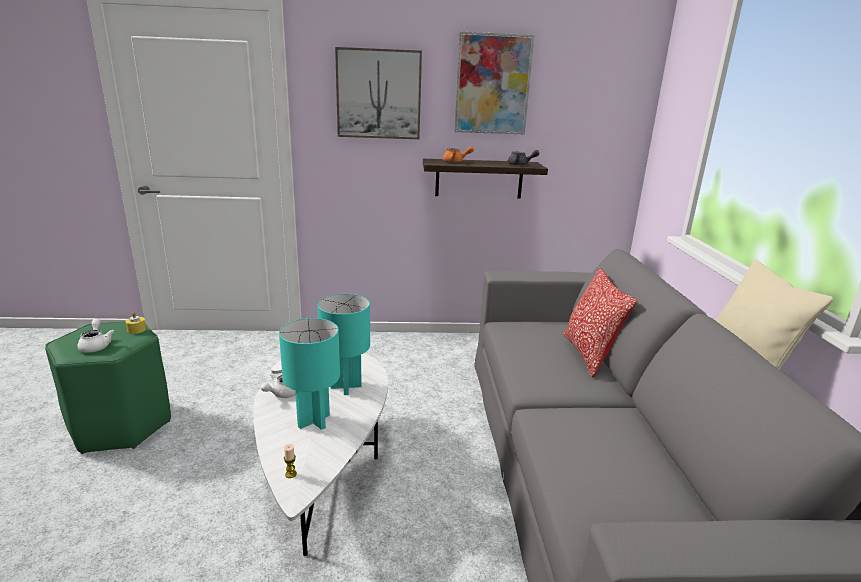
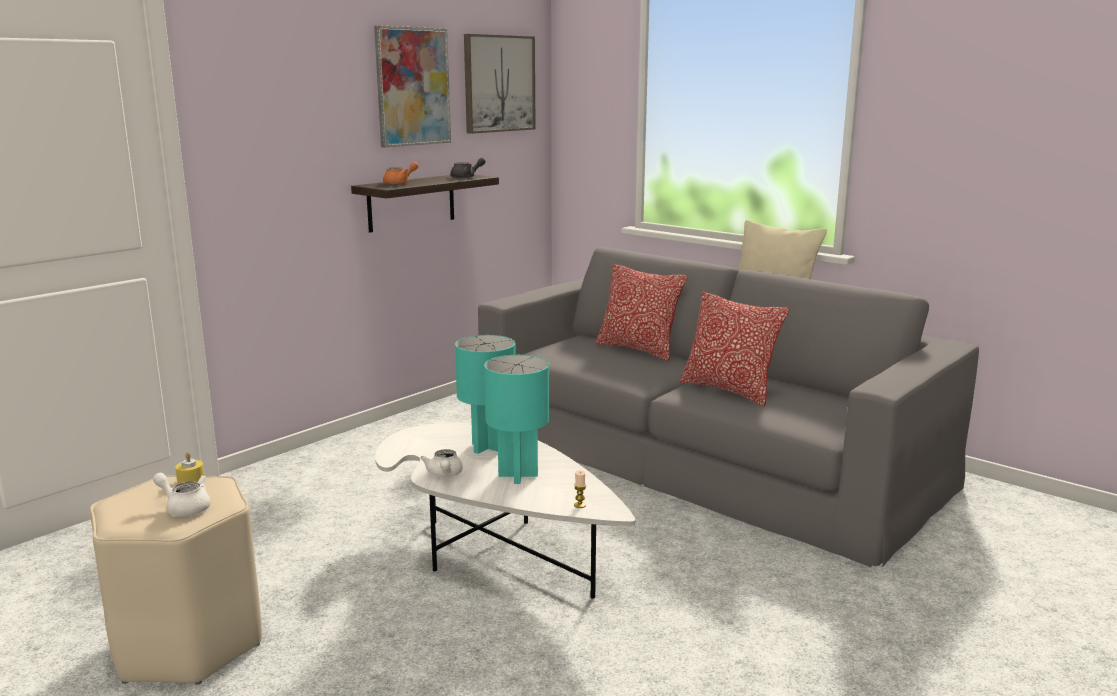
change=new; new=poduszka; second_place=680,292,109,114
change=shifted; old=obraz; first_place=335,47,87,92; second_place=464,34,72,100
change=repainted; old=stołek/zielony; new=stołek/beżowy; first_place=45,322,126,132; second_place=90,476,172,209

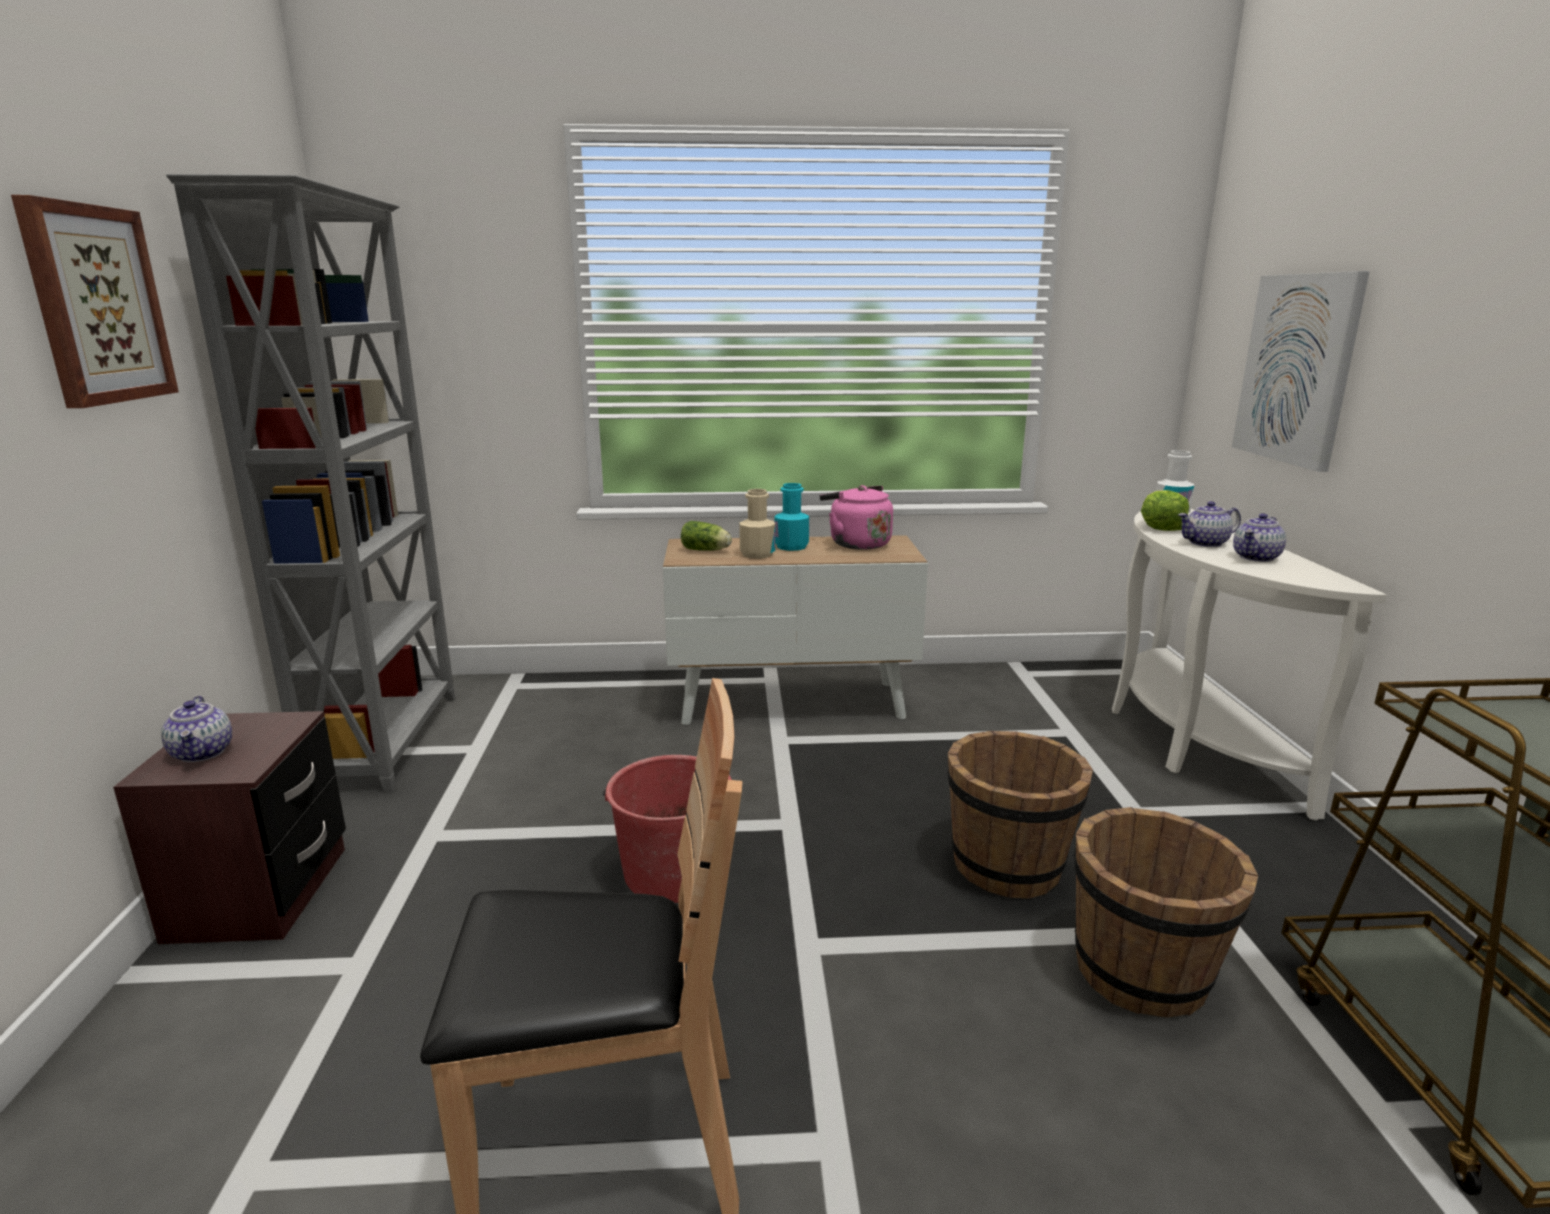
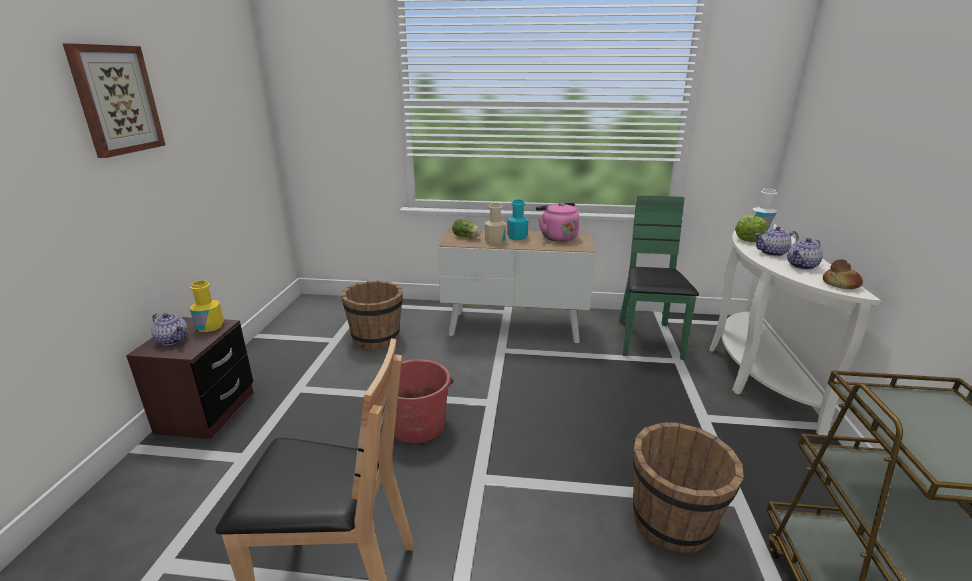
change=gone; old=regał/szary; first_place=166,174,289,618
change=gone; old=obraz; first_place=1232,271,138,201
change=new; new=butelka/żółty; second_place=190,280,34,52
change=new; new=krzesło/zielony; second_place=619,196,80,164
change=new; new=chleb; second_place=823,259,40,30
change=shifted; old=wiadro/brązowy; first_place=947,731,146,168; second_place=341,281,62,69
change=rotated; old=imbryk; first_place=161,696,71,66; second_place=151,313,37,32; degrees=-45

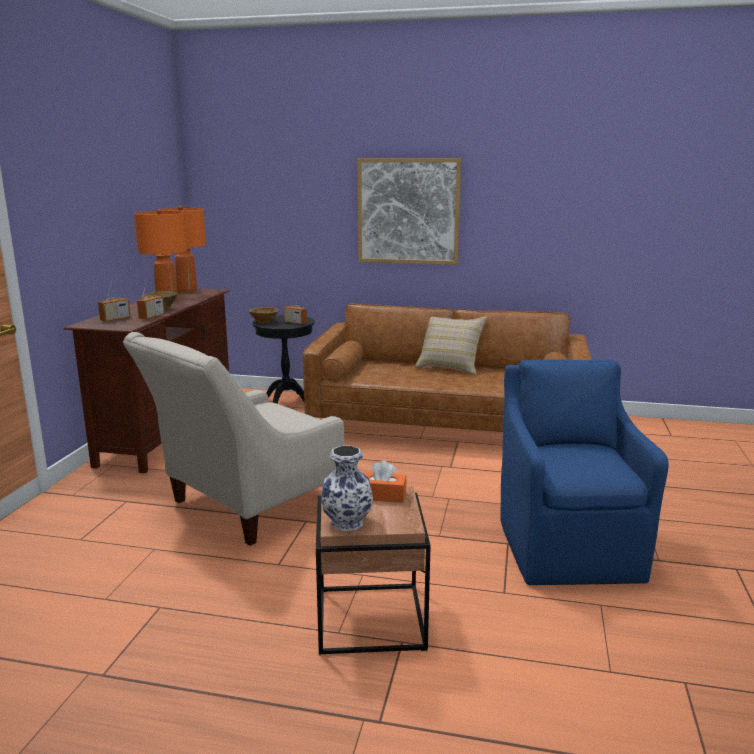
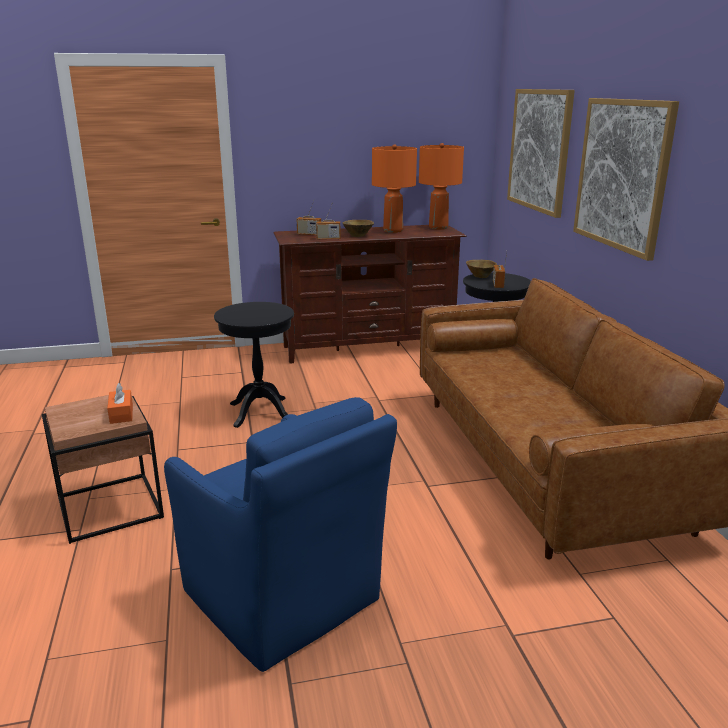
change=gone; old=wazon; first_place=321,446,52,85
change=gone; old=poduszka/beżowy; first_place=415,316,72,59
change=new; new=obraz; second_place=507,89,68,129
change=swapped; old=fotel/beżowy; new=stolik/czarny; first_place=123,332,221,214; second_place=214,302,80,126
change=rotated; old=fotel/niebieski; first_place=501,359,168,226; second_place=164,397,233,275; degrees=75

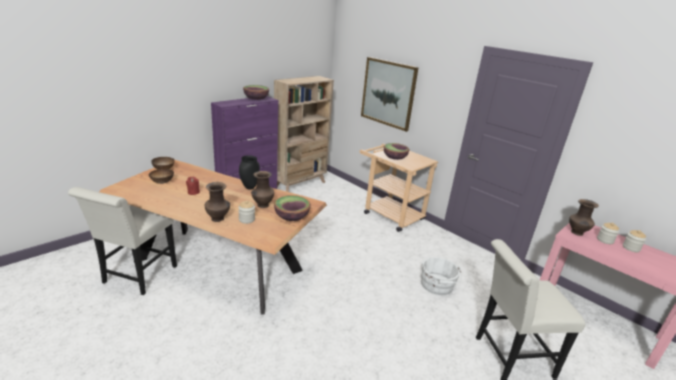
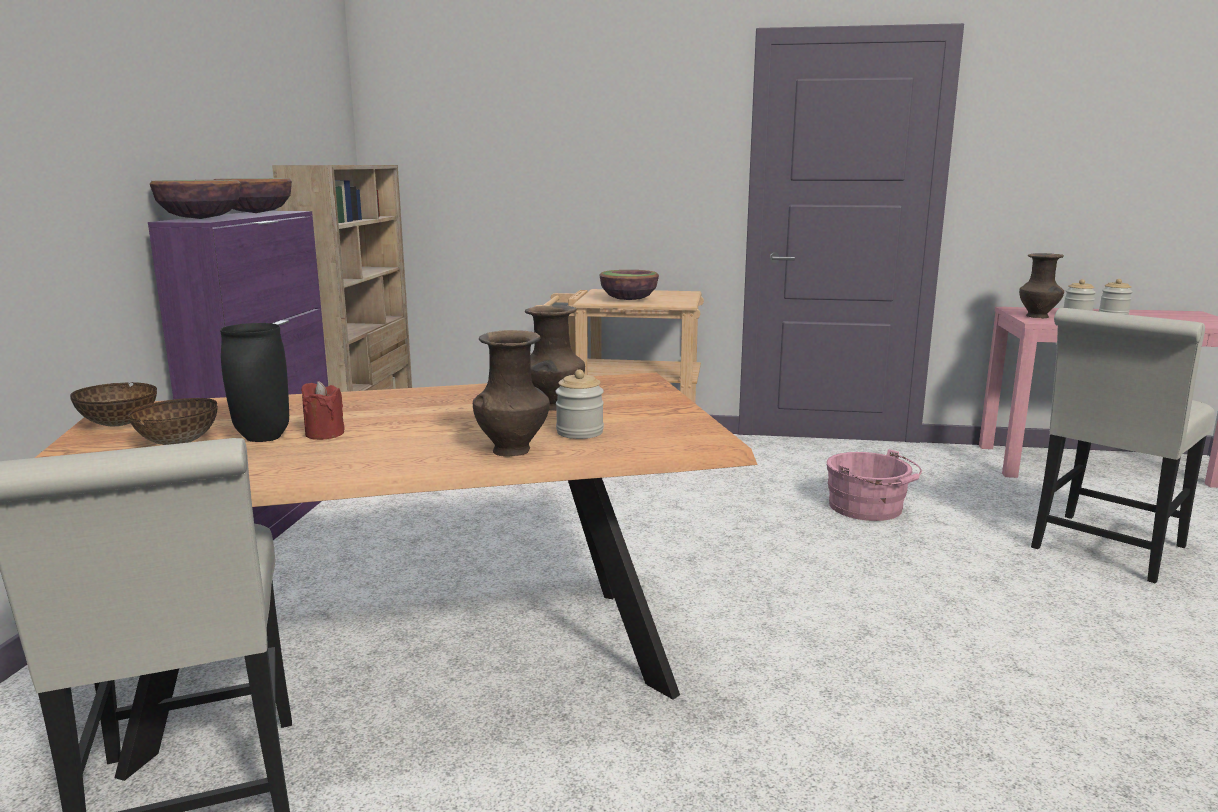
change=gone; old=obraz; first_place=361,57,58,75
change=shifted; old=wazon/czarny; first_place=239,155,21,35; second_place=220,323,69,119
change=shifted; old=miska; first_place=274,195,37,26; second_place=150,180,91,39
change=repainted; old=wiadro/biały; new=wiadro/różowy; first_place=421,257,41,38; second_place=826,449,96,72

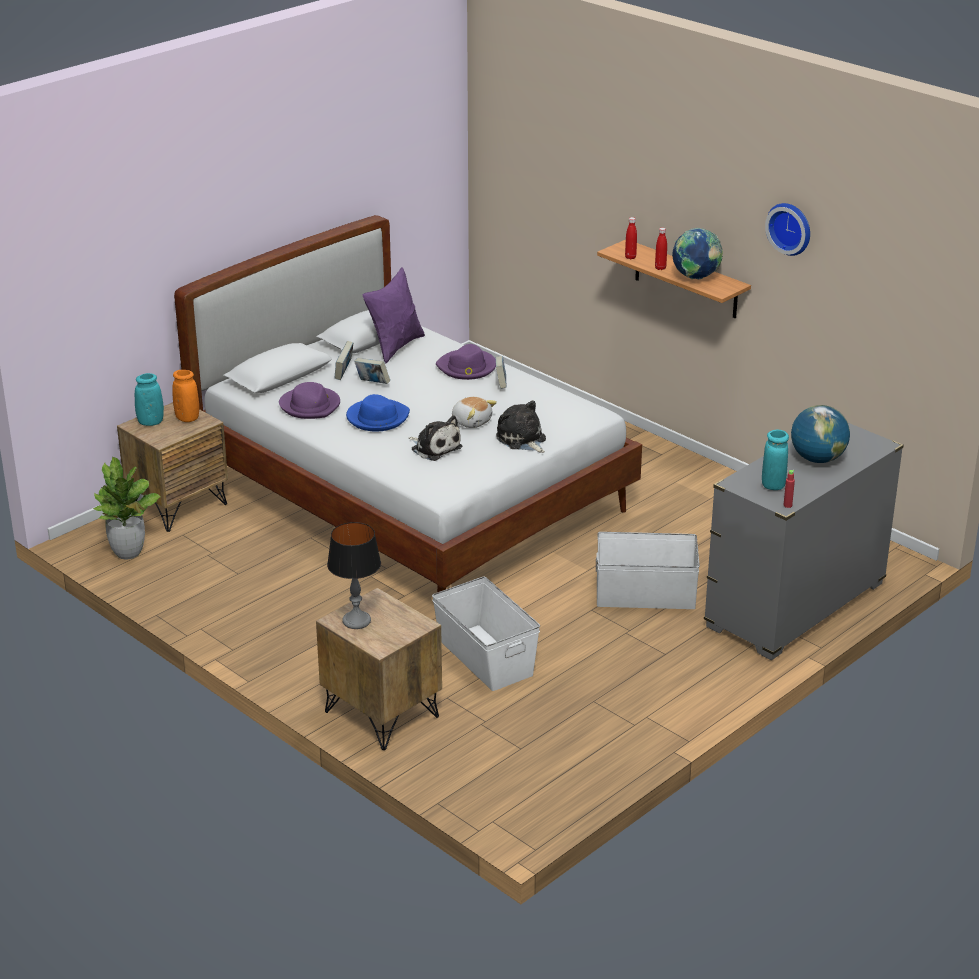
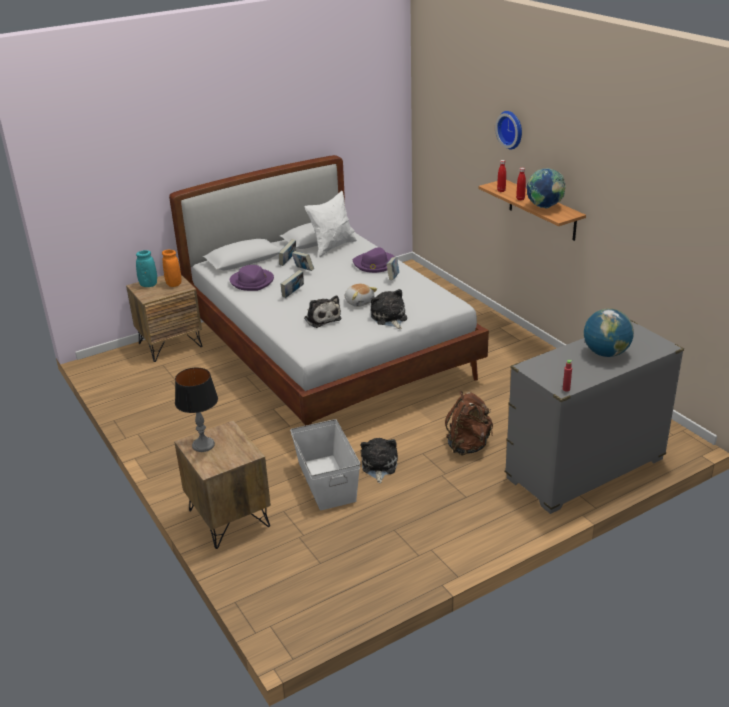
change=gone; old=roślina doniczkowa; first_place=92,457,69,103
change=gone; old=wazon/turkusowy; first_place=762,430,27,60
change=new; new=pluszak; second_place=361,438,37,45
change=shifted; old=zegar ścienny; first_place=765,203,45,53; second_place=495,111,27,38
change=swapped; old=kapelusz/niebieski; new=książka; first_place=346,394,64,38; second_place=280,270,24,28
change=swapped; old=pojemnik do przechowywania/biały; new=plecak/brązowy; first_place=596,532,104,77; second_place=445,391,48,64
change=repainted; old=poduszka/fioletowy; new=poduszka/biały; first_place=363,267,62,96; second_place=304,191,53,66

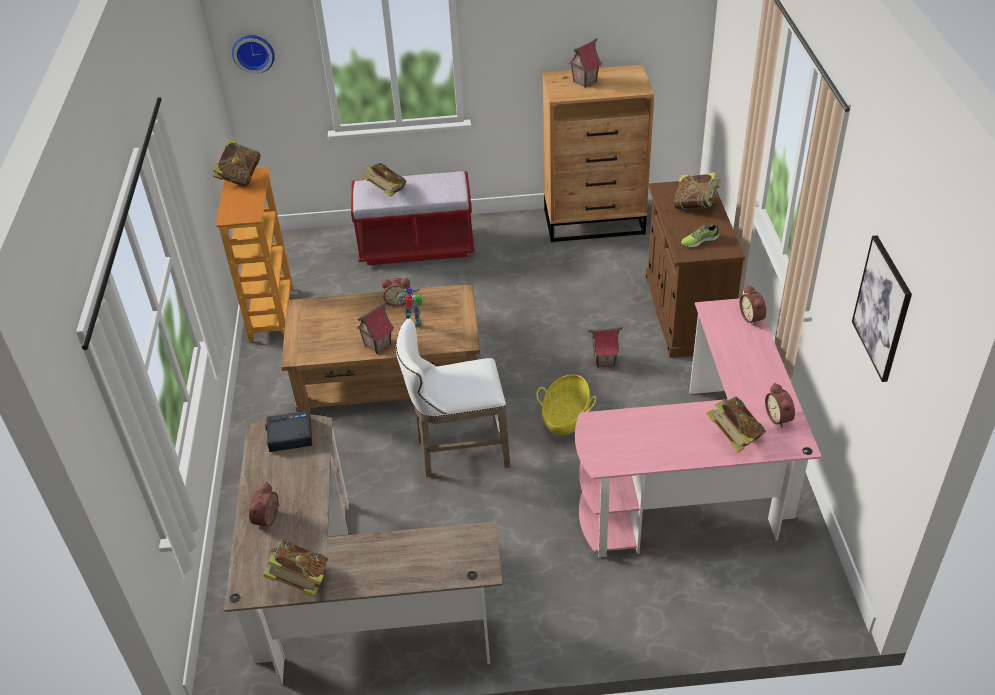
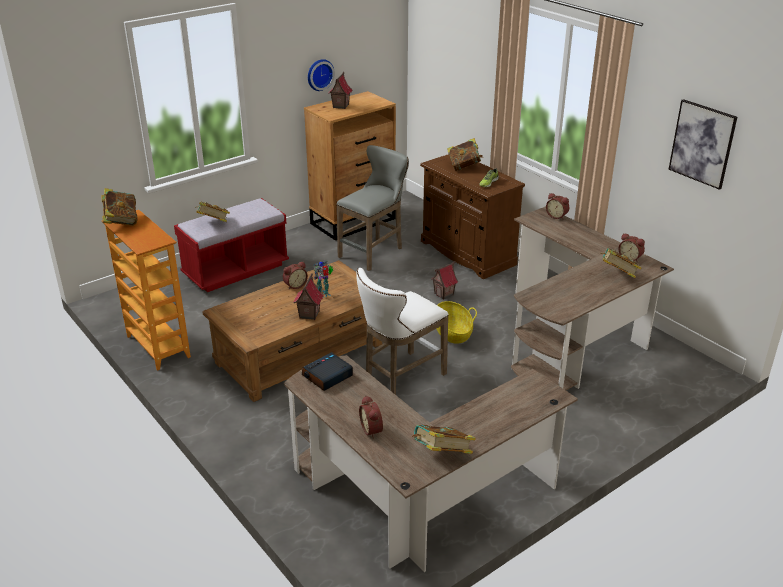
change=new; new=stołek/szary; second_place=336,145,73,126
change=shifted; old=zegar ścienny; first_place=232,35,43,39; second_place=308,59,27,32
change=repainted; old=biurko/różowy; new=biurko/brązowy; first_place=575,298,247,259; second_place=511,206,163,184

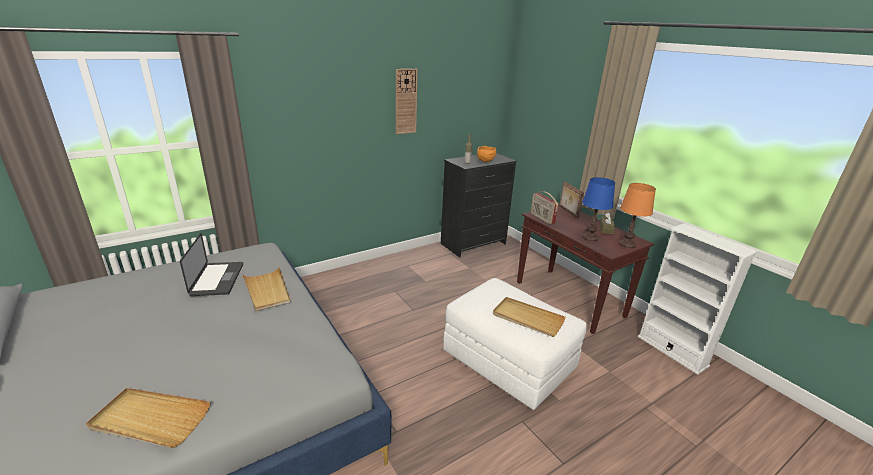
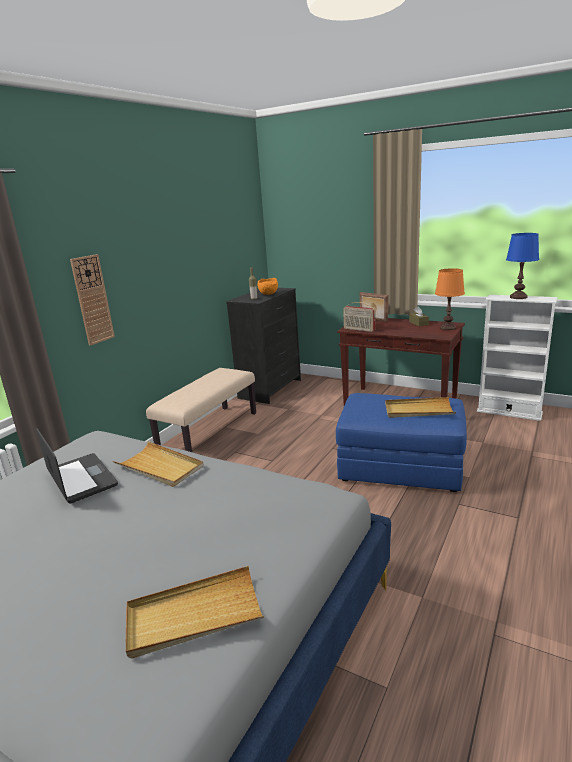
change=new; new=ławka/beżowy; second_place=146,368,110,84
change=shifted; old=zegar ścienny; first_place=396,69,21,65; second_place=70,254,45,92
change=shifted; old=lampa stołowa/niebieski; first_place=582,177,33,64; second_place=506,233,33,66
change=repainted; old=pufa/biały; new=pufa/niebieski; first_place=443,278,144,132; second_place=336,393,131,99

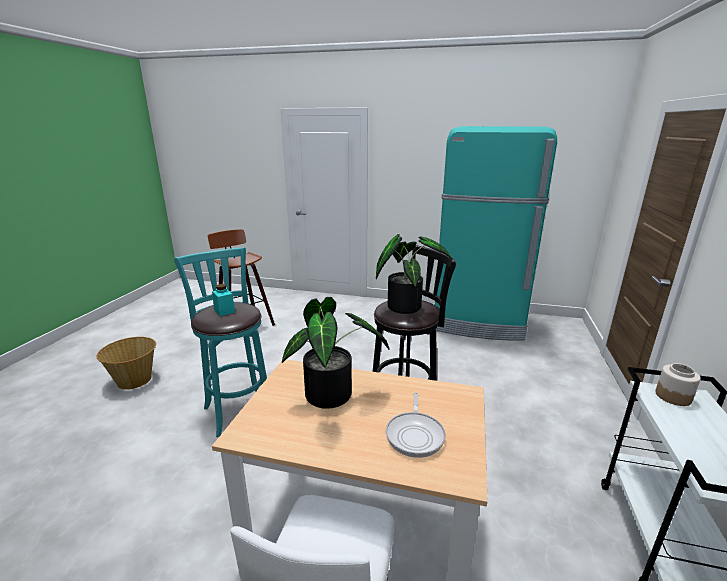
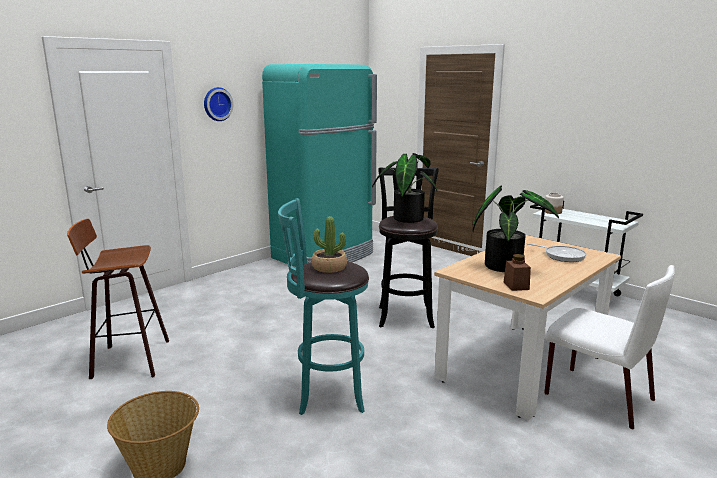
change=new; new=zegar ścienny; second_place=204,87,29,34
change=new; new=słoik/brązowy; second_place=504,254,27,37
change=swapped; old=słoik/turkusowy; new=roślina doniczkowa; first_place=212,284,23,32; second_place=312,216,35,57

